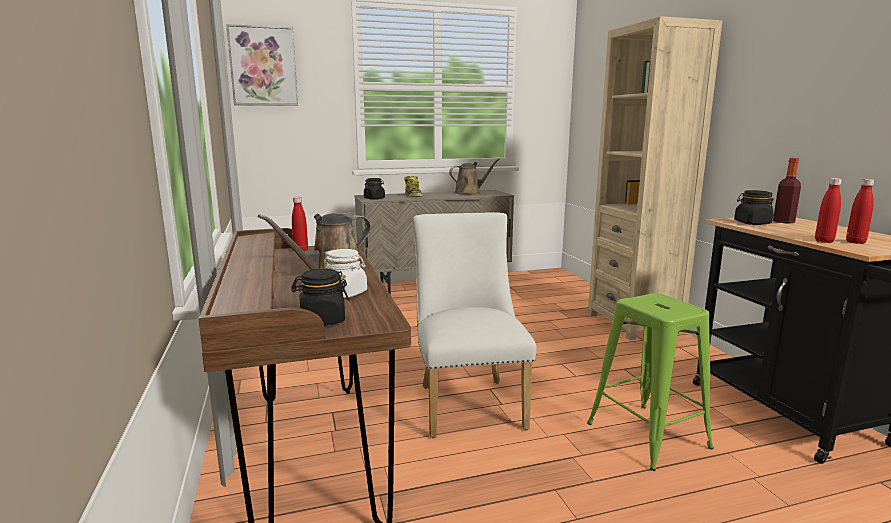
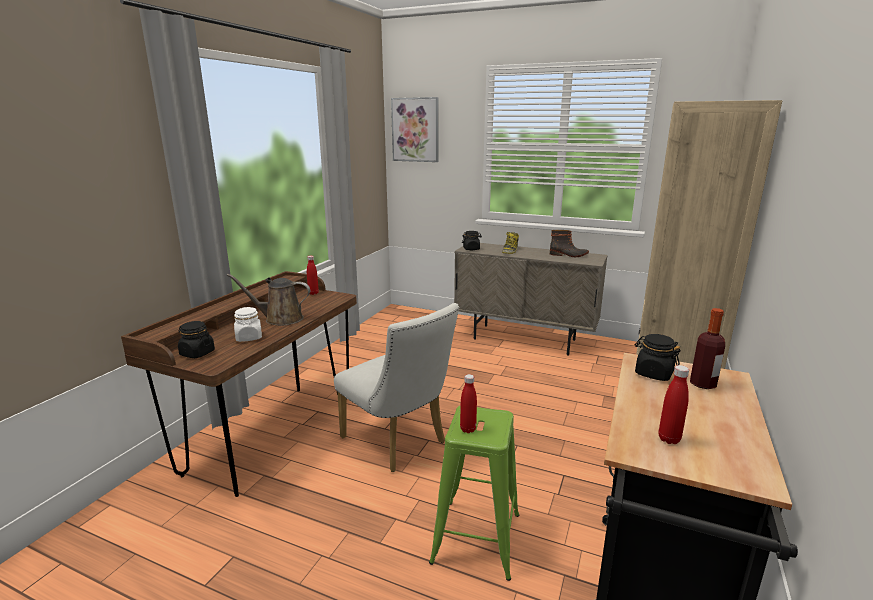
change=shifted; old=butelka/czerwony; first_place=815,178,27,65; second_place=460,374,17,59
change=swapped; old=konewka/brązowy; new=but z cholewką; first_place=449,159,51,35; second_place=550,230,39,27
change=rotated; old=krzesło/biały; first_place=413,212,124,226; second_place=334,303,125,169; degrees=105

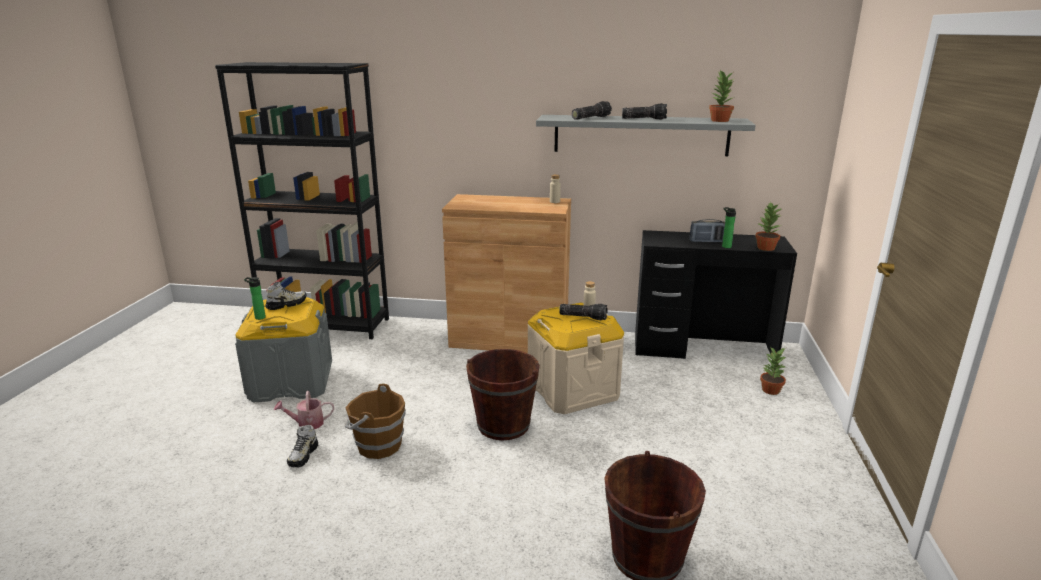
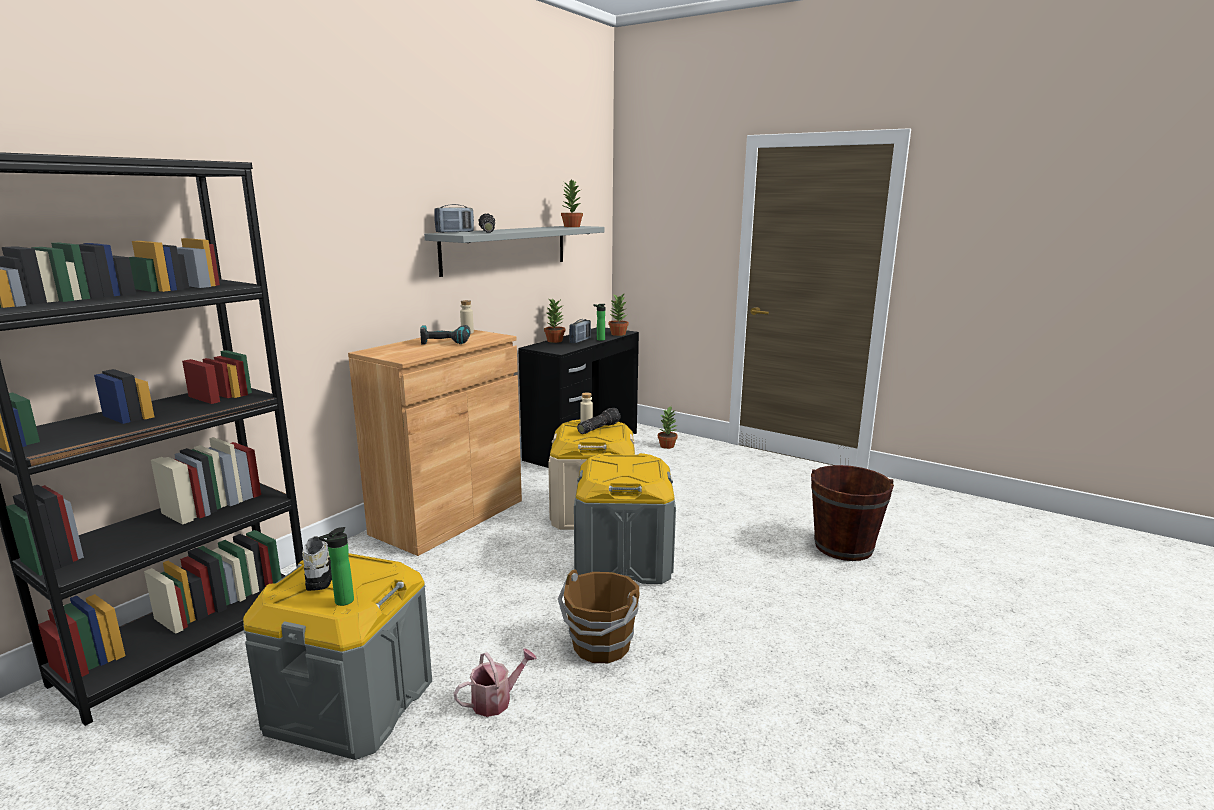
change=gone; old=but; first_place=287,425,31,42
change=gone; old=latarka; first_place=622,103,45,17
change=new; new=wiertarka; second_place=420,325,51,20
change=new; new=radio; second_place=434,204,40,29
change=new; new=roślina doniczkowa; second_place=544,297,21,46
change=swapped; old=wiadro/brązowy; new=pojemnik do przechowywania/szary; first_place=466,349,74,91; second_place=574,453,102,131
change=rotated; old=konewka; first_place=274,391,60,38; second_place=454,648,83,69; degrees=-135

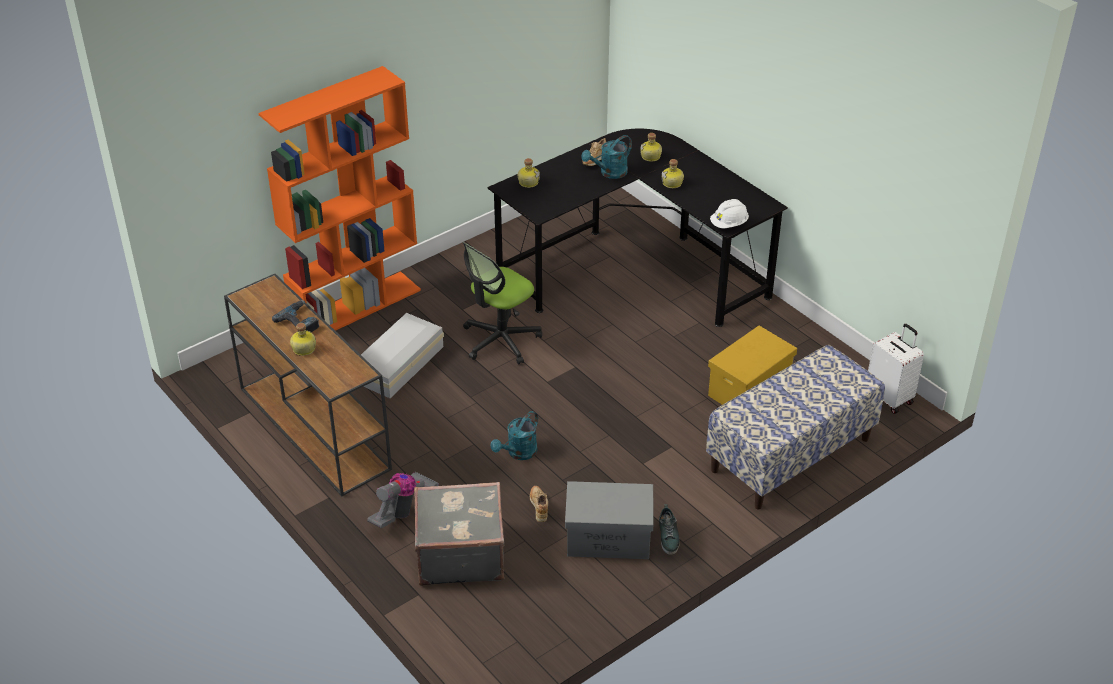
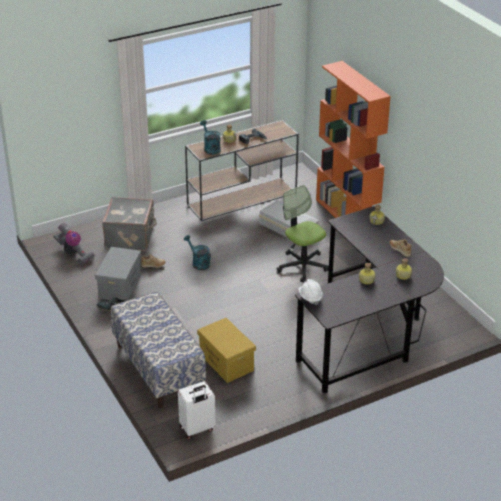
change=shifted; old=odkurzacz; first_place=367,472,72,56; second_place=53,223,42,41
change=shifted; old=konewka/turkusowy; first_place=581,135,51,44; second_place=200,120,21,35

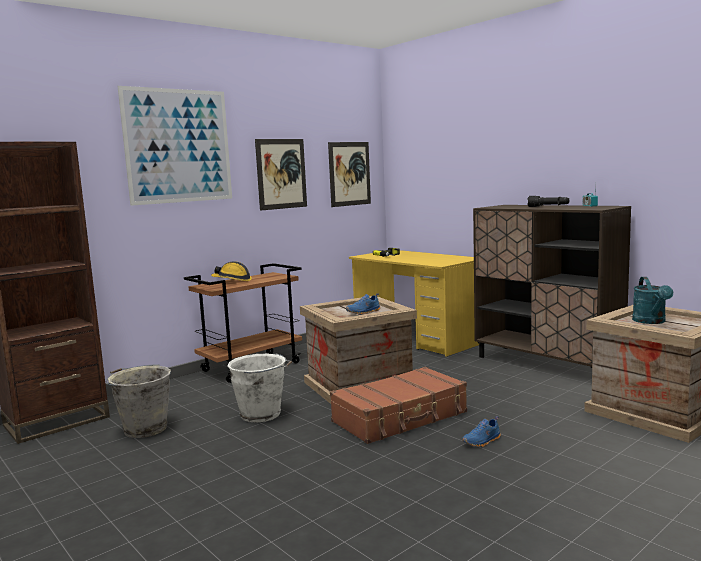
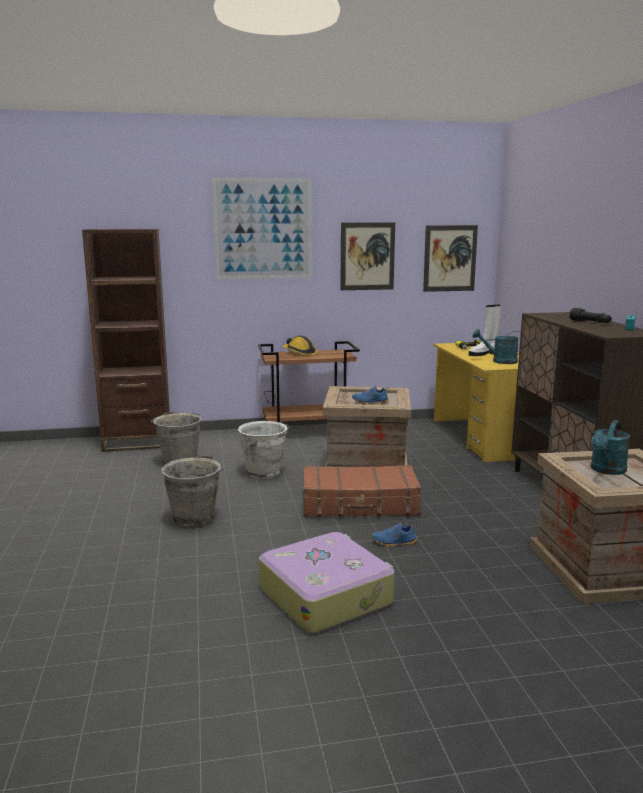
change=new; new=wiadro/szary; second_place=161,455,63,74
change=new; new=walizka; second_place=259,532,135,101
change=new; new=but z cholewką/biały; second_place=469,305,32,51
change=new; new=konewka/turkusowy; second_place=472,329,49,35

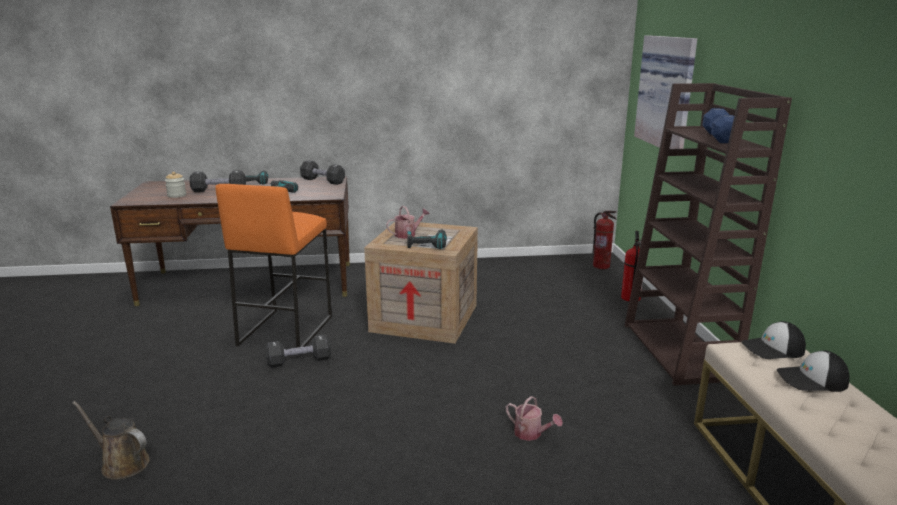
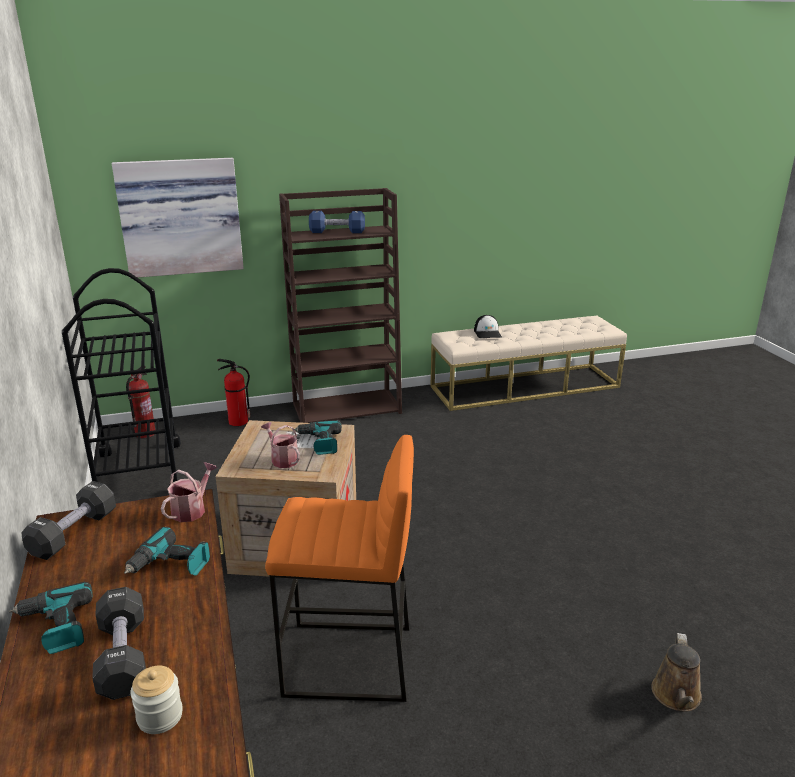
change=gone; old=hantel/czarny; first_place=265,335,66,33
change=gone; old=czapka z daszkiem; first_place=741,321,65,38
change=new; new=wózek/czarny; second_place=62,268,119,218
change=shifted; old=konewka; first_place=506,396,57,45; second_place=161,462,57,60

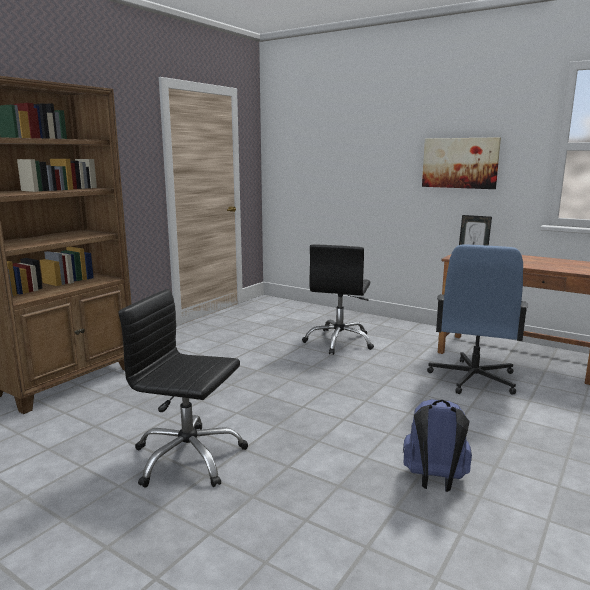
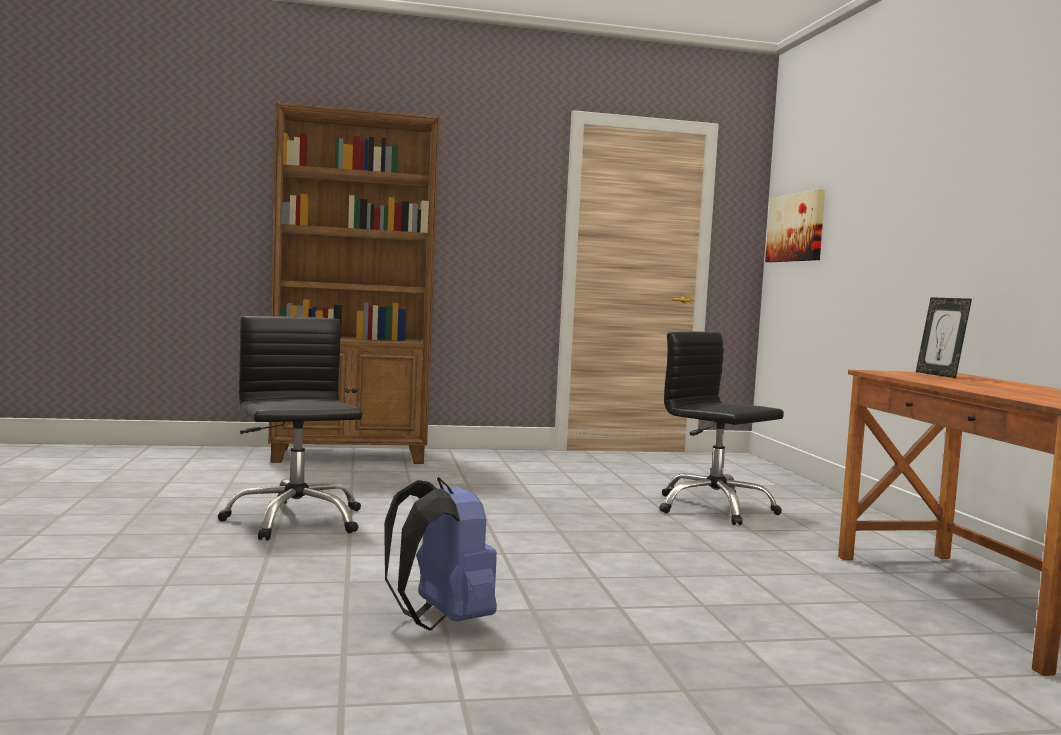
change=gone; old=krzesło biurowe/niebieski; first_place=427,244,101,151
change=shifted; old=obraz; first_place=422,137,79,52; second_place=765,189,60,73
change=rotated; old=krzesło biurowe/czarny; first_place=302,245,72,110; second_place=659,332,125,193; degrees=75

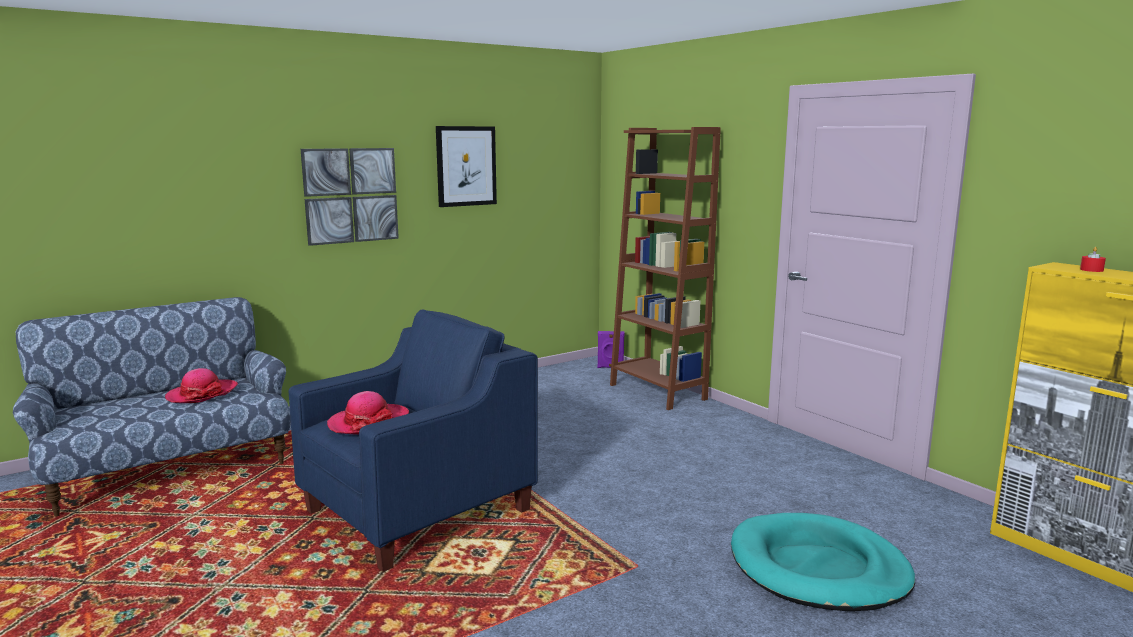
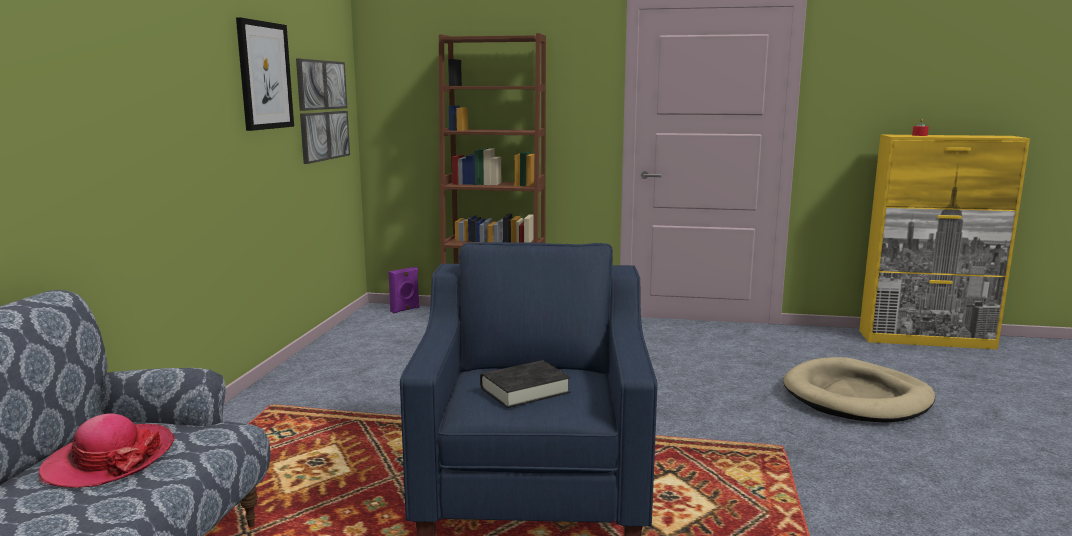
change=shifted; old=obraz; first_place=301,148,98,98; second_place=296,59,54,105
change=swapped; old=kapelusz; new=książka/czarny; first_place=327,391,82,43; second_place=480,360,91,48
change=repainted; old=legowisko/turkusowy; new=legowisko/beżowy; first_place=731,513,184,98; second_place=783,357,152,66

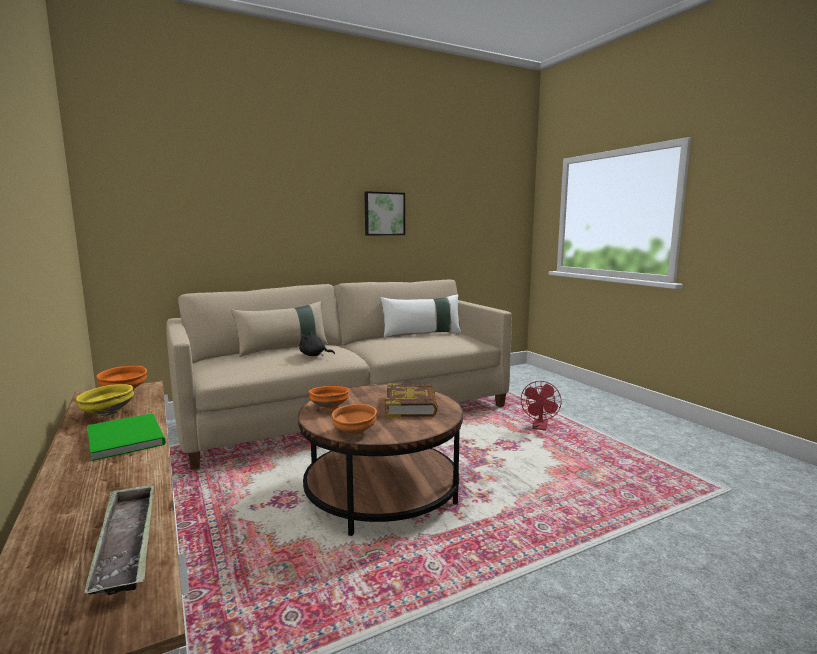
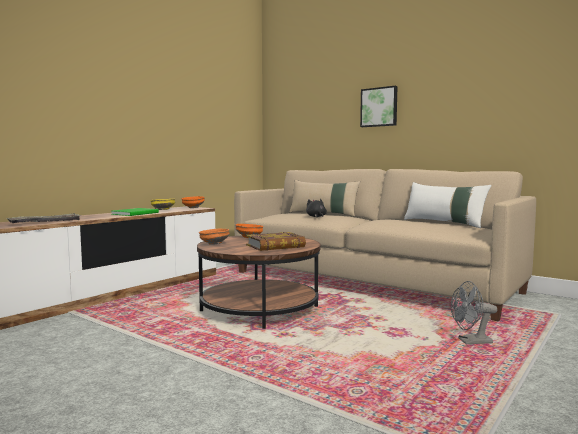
change=shifted; old=obraz; first_place=364,191,41,44; second_place=360,86,38,41
change=repainted; old=wentylator/czerwony; new=wentylator/szary; first_place=521,381,41,50; second_place=451,281,46,63

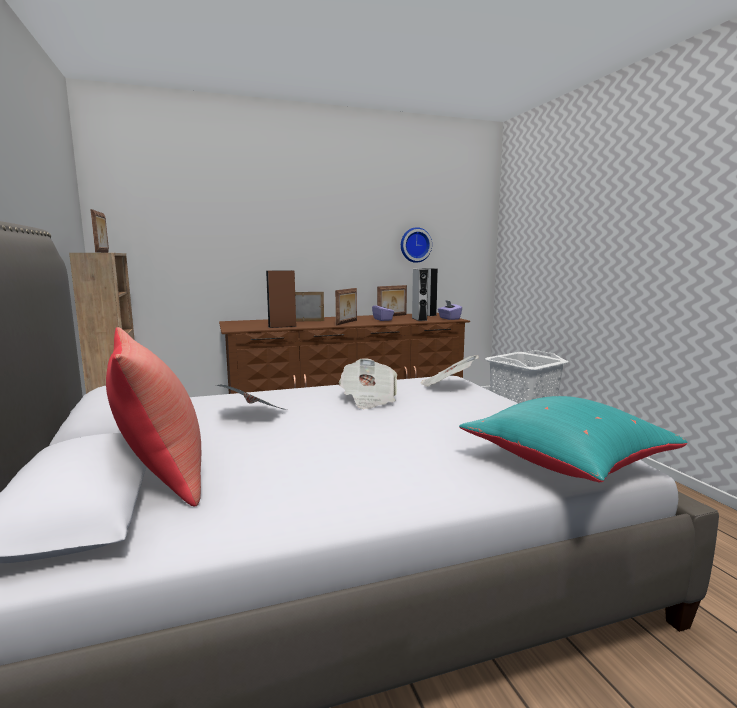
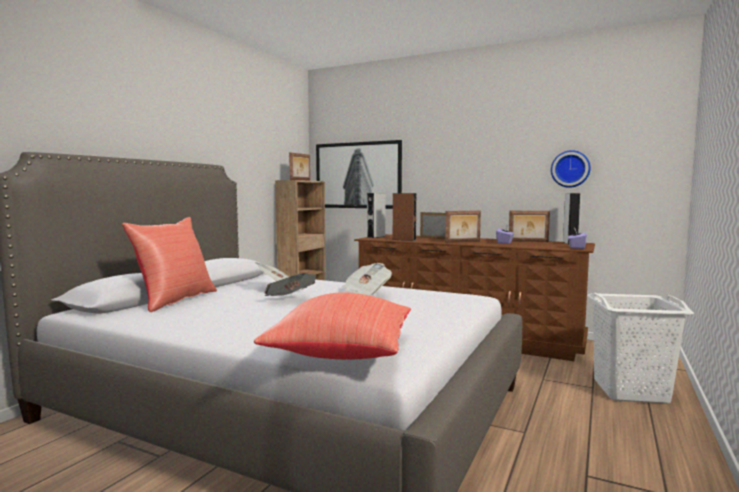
change=new; new=obraz; second_place=316,140,86,69
change=shifted; old=głośnik/szary; first_place=412,269,16,52; second_place=367,193,19,45
change=shifted; old=gazeta; first_place=420,355,59,32; second_place=264,273,52,23
change=repainted; old=poduszka/turkusowy; new=poduszka/czerwony; first_place=459,396,229,86; second_place=254,292,157,68

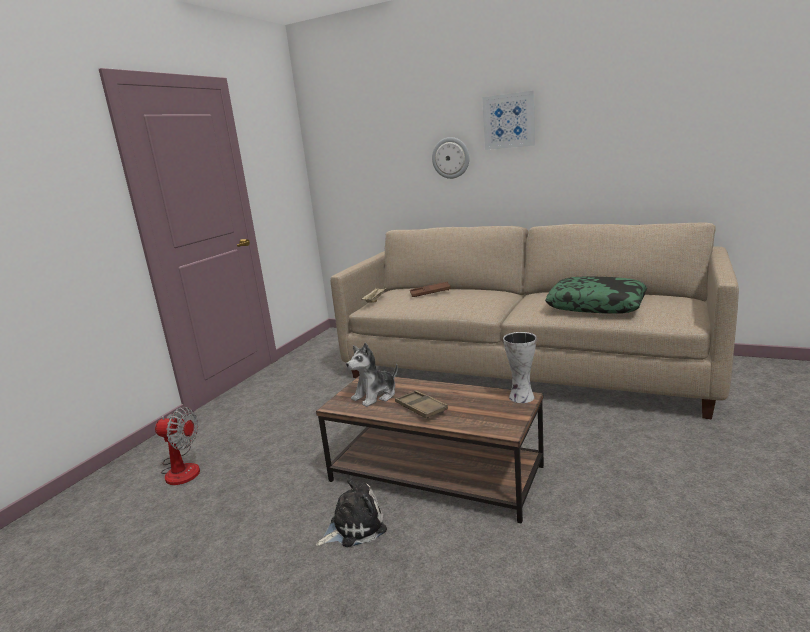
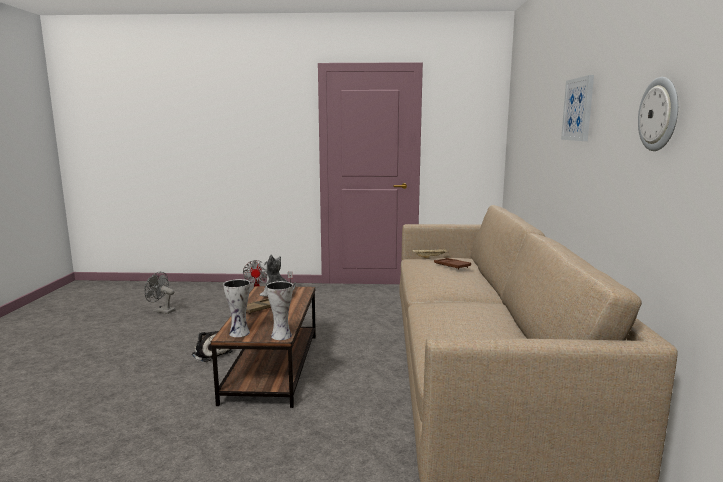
change=gone; old=poduszka; first_place=545,276,102,38
change=new; new=wentylator/szary; second_place=144,272,31,42
change=new; new=wazon; second_place=223,279,27,58
change=shifted; old=zegar ścienny; first_place=432,137,38,42; second_place=638,77,40,74

